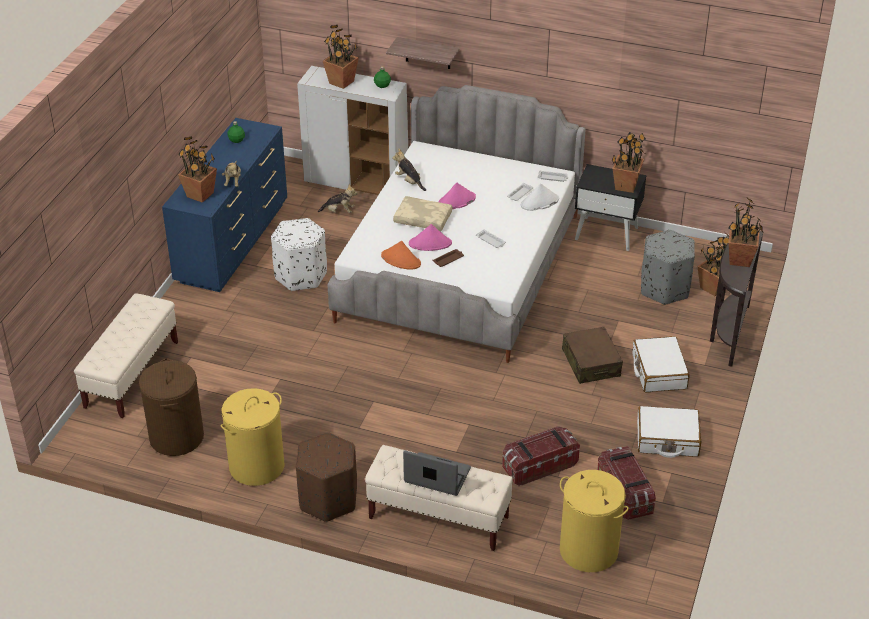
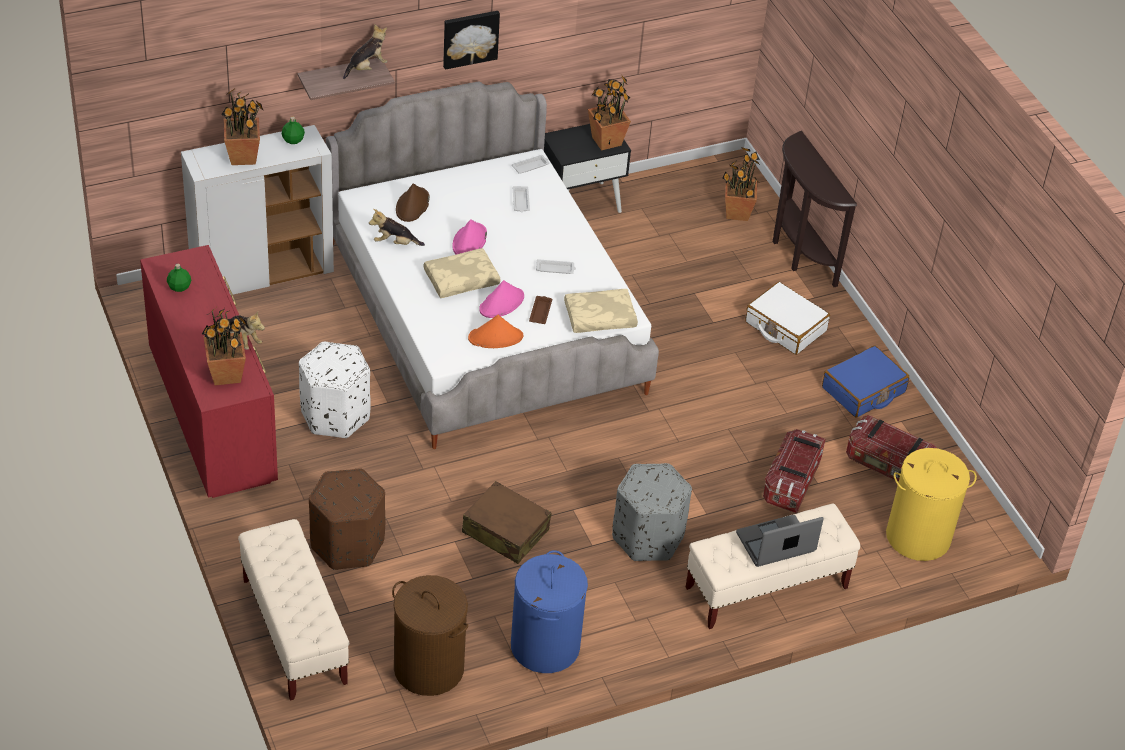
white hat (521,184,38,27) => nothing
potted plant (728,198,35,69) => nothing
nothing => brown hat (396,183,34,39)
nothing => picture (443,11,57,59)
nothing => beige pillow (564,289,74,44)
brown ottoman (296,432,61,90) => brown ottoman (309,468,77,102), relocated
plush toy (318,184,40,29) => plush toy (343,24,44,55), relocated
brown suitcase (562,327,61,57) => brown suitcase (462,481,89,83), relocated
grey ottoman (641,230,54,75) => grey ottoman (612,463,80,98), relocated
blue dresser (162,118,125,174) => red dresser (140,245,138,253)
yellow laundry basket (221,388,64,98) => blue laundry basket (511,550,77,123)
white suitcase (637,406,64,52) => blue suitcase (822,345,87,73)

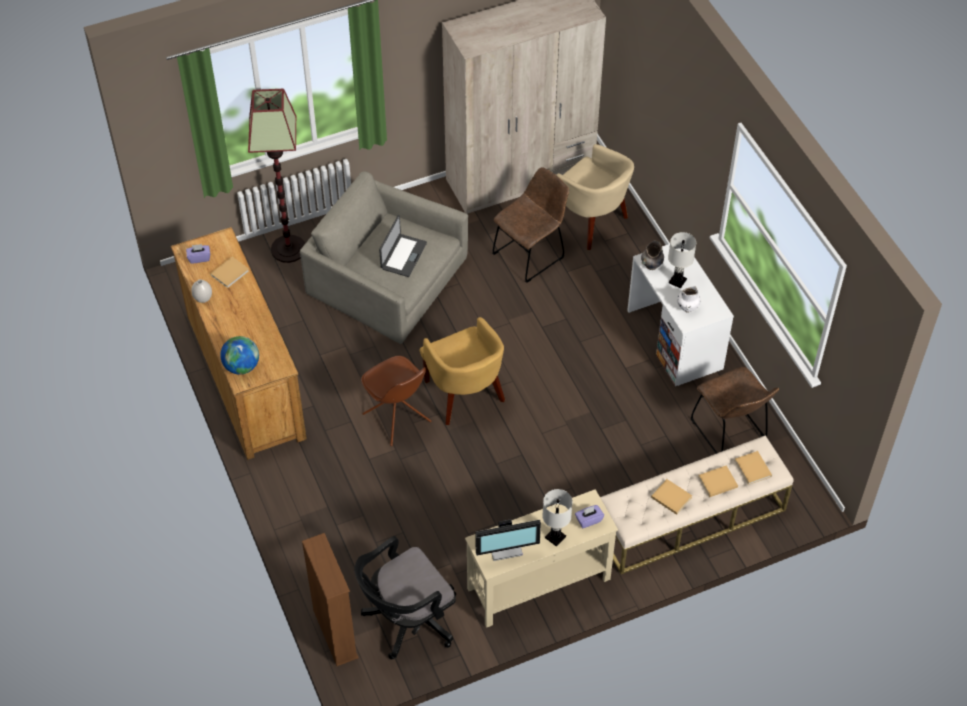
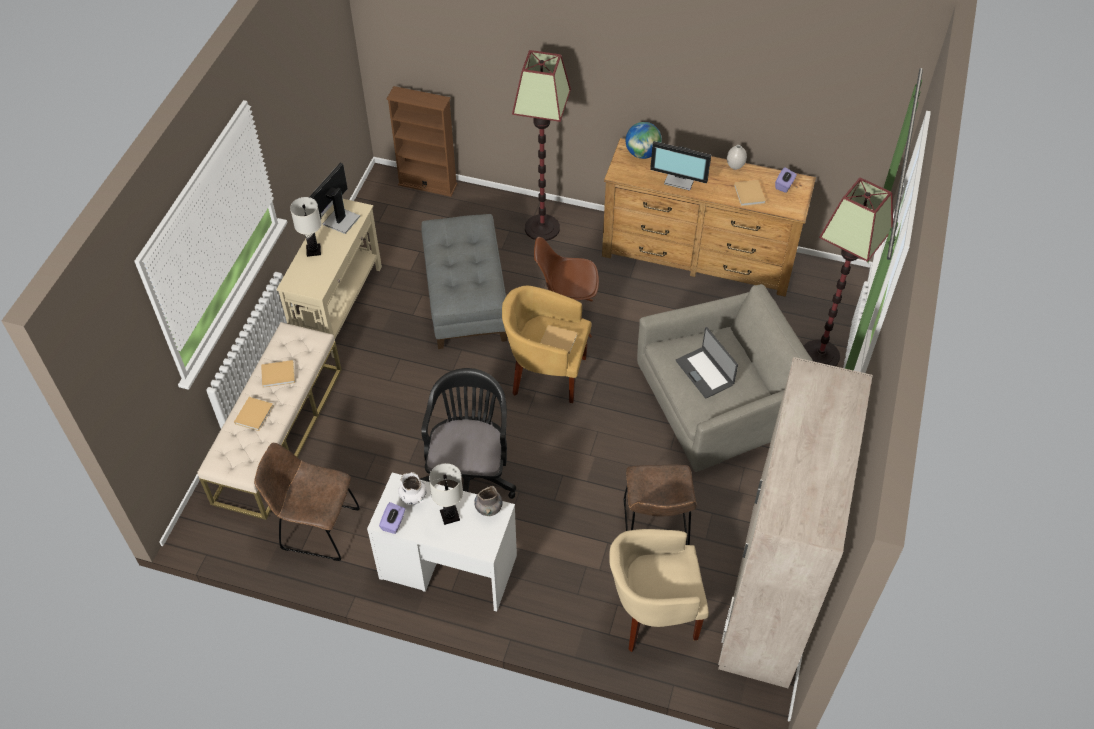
nothing => grey ottoman (421,214,86,135)
nothing => floor lamp (512,50,59,191)
nothing => monitor (650,141,61,50)
black office chair (354,536,102,123) => black office chair (420,368,96,131), relocated
purple tissue box (575,505,29,23) => purple tissue box (379,502,26,32), relocated
beige book (734,451,38,34) => beige book (540,325,38,29), relocated

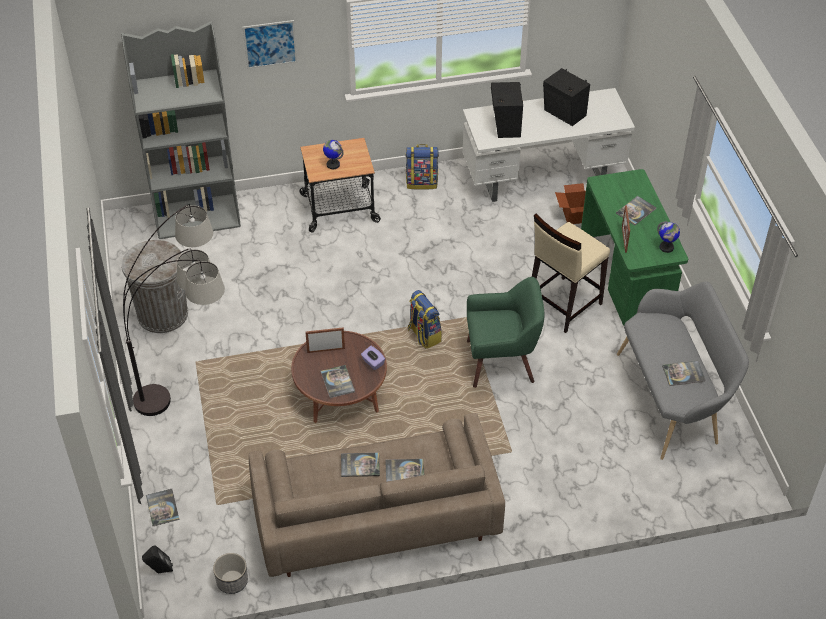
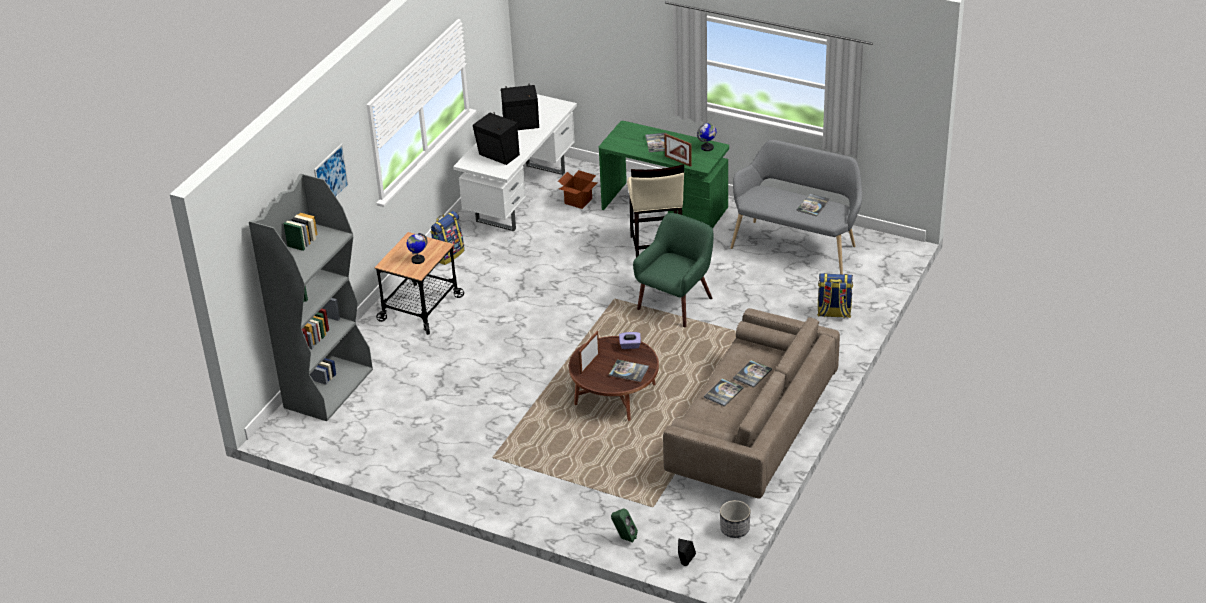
grey trash can (122,240,66,93) => nothing
floor lamp (123,204,102,212) => nothing
backpack (408,290,34,59) => backpack (817,273,36,45), relocated
book (146,489,34,37) => green speaker (611,508,27,35)

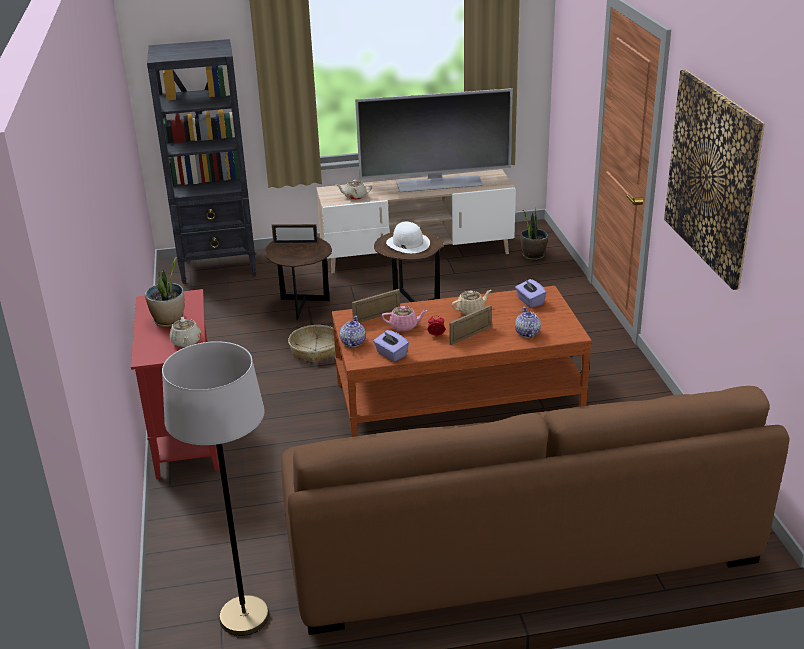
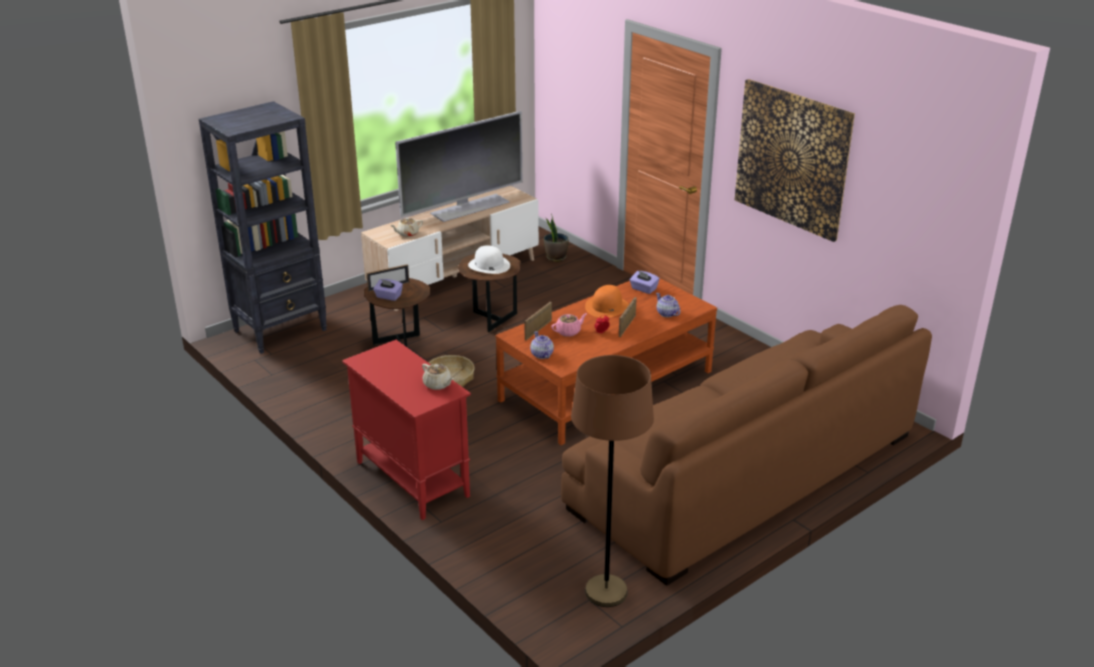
potted plant (145,257,39,70) => nothing
purple tissue box (373,330,36,32) => purple tissue box (373,279,30,22), relocated
beige teapot (452,290,39,25) => orange hat (585,285,44,33)
grey floor lamp (162,341,107,295) => brown floor lamp (571,355,83,252)

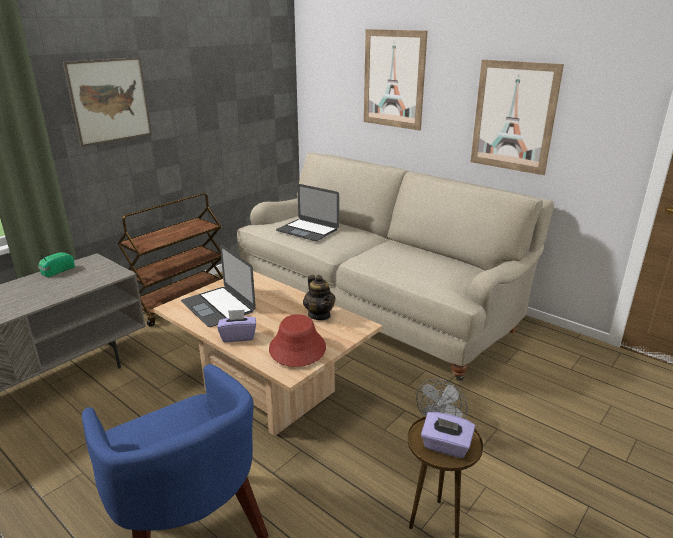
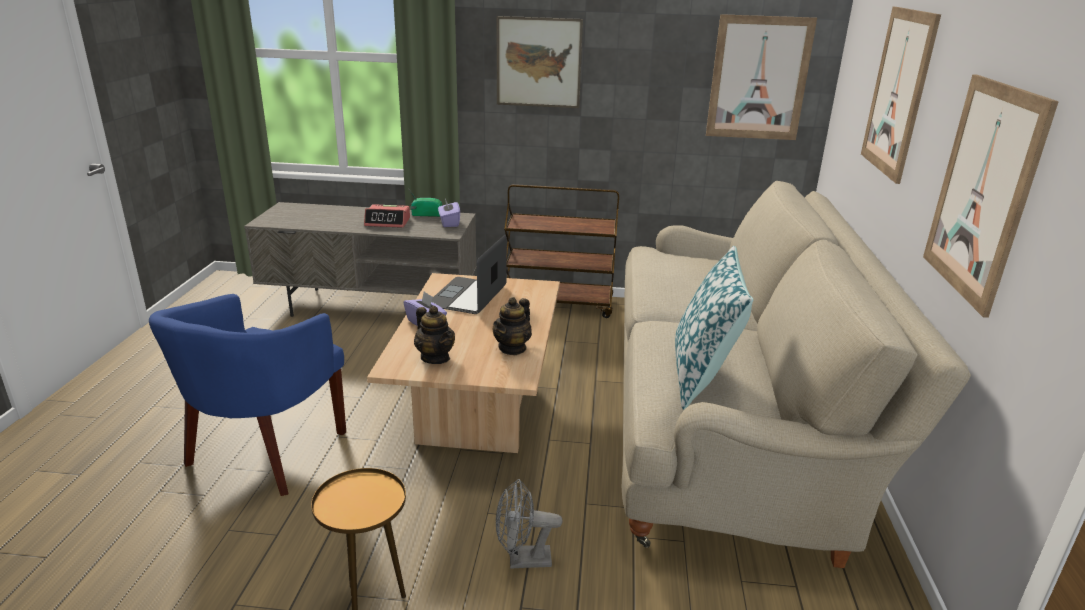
laptop (276,184,63,57) => nothing
nothing => alarm clock (364,204,46,24)
nothing => pillow (675,246,78,164)
nothing => picture (706,14,111,126)
purple tissue box (421,412,54,46) => purple tissue box (438,198,22,29), relocated
red hat (269,314,57,53) => teapot (414,306,41,58)

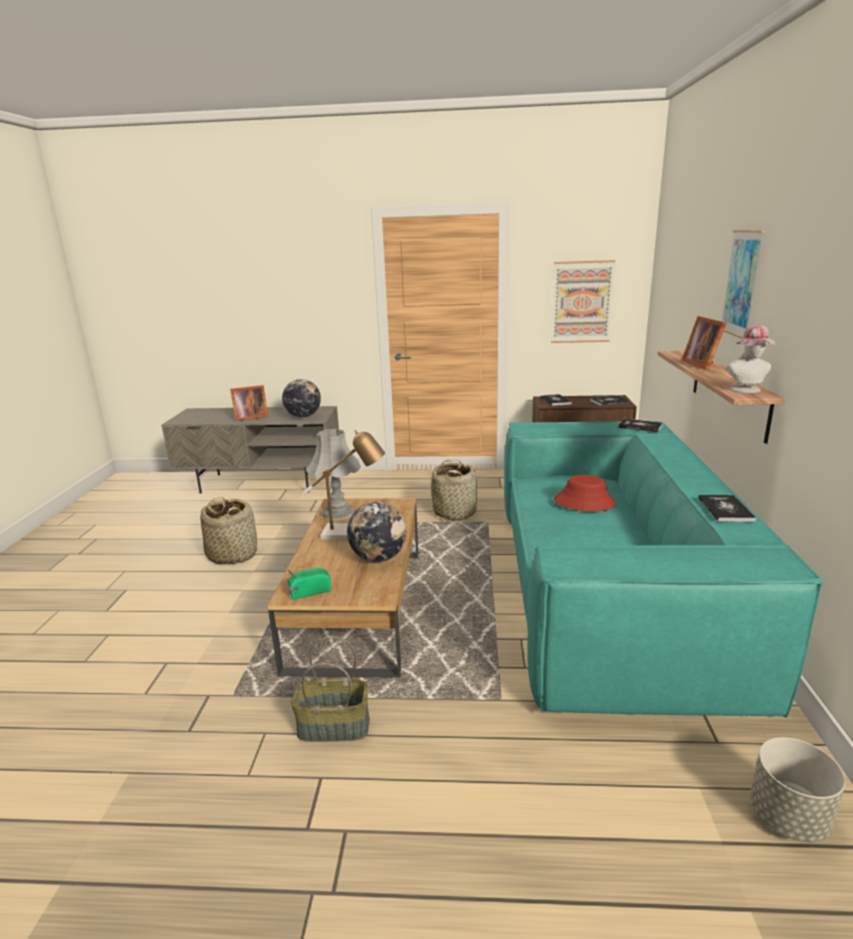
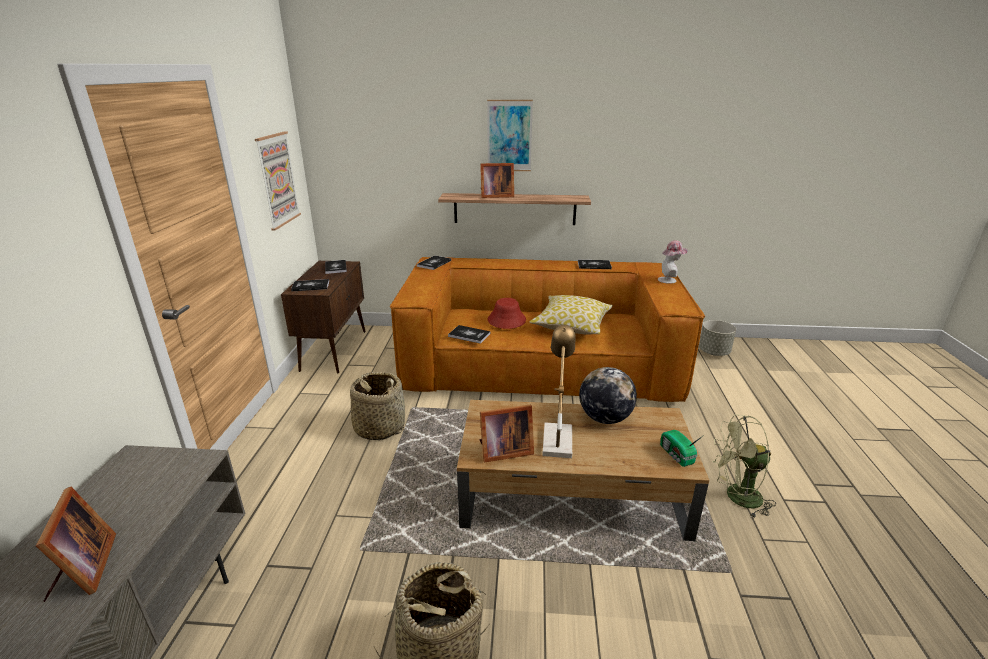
globe (282,379,39,39) => nothing
nothing => book (448,325,43,19)
nothing => pillow (529,295,84,40)
hat (727,325,48,68) => hat (658,240,30,44), relocated
basket (291,636,79,106) => green fan (712,414,64,104)
grey table lamp (306,429,55,91) => picture frame (479,404,55,59)
turquoise sofa (504,421,319,297) => brown sofa (390,257,315,145)

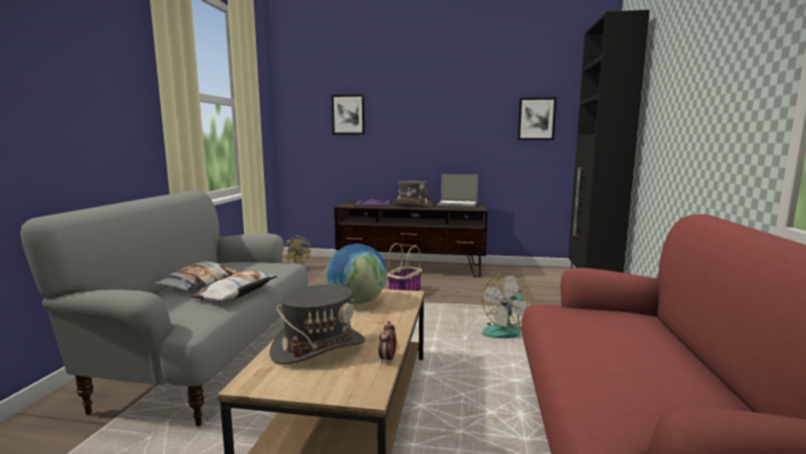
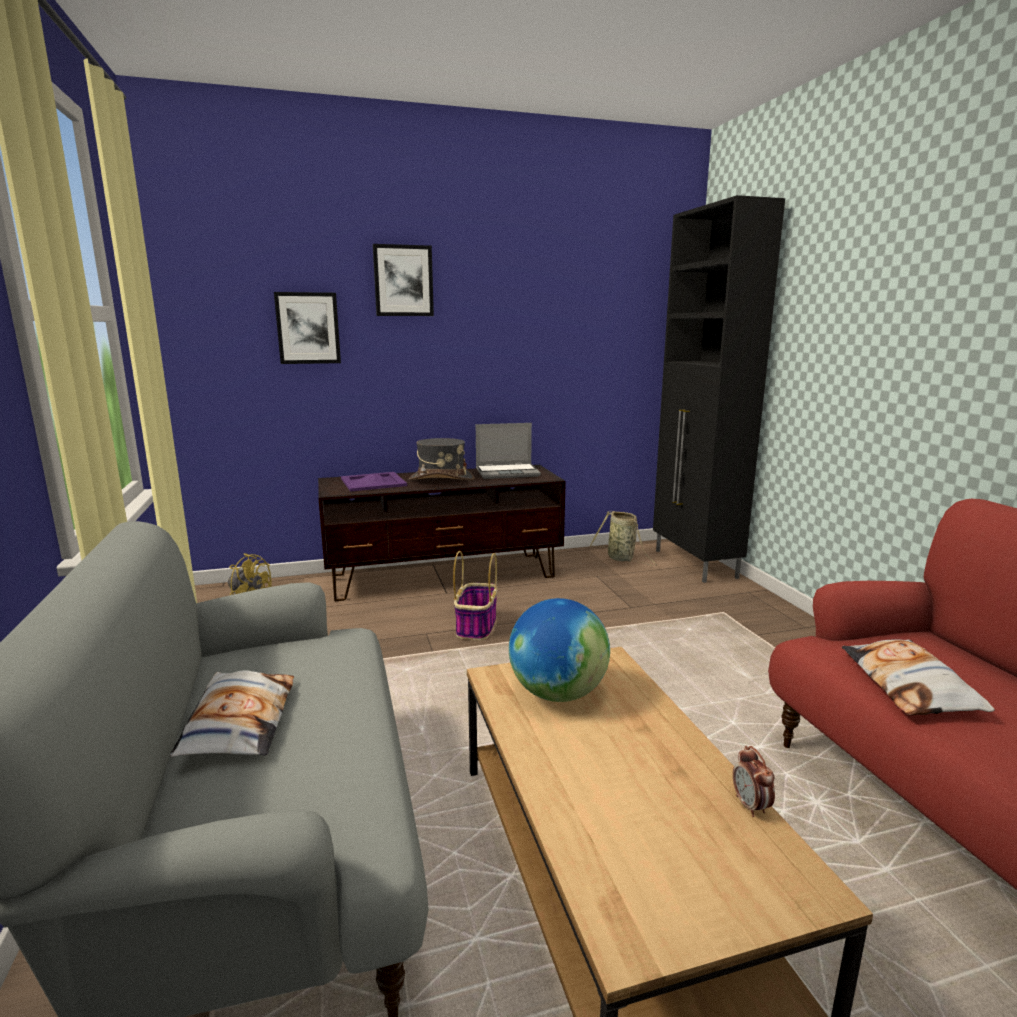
grey hat (270,285,95,80) => nothing
fan (481,274,53,64) => nothing
nothing => basket (590,511,67,55)
pillow (190,271,88,31) => pillow (842,639,153,76), relocated
picture (518,97,39,43) => picture (373,244,61,72), relocated

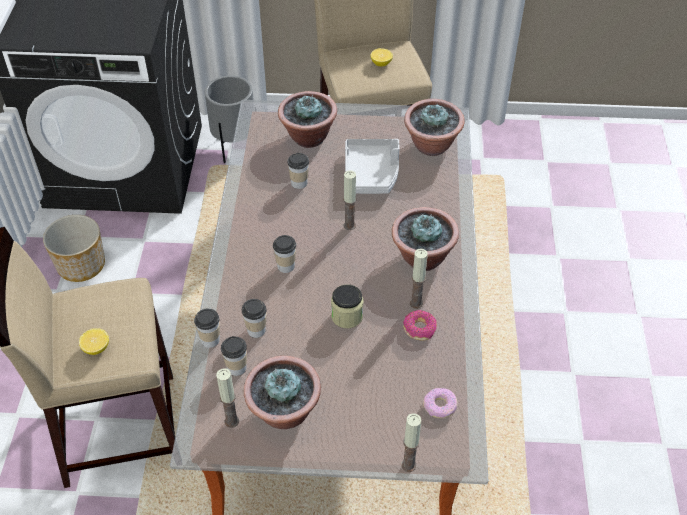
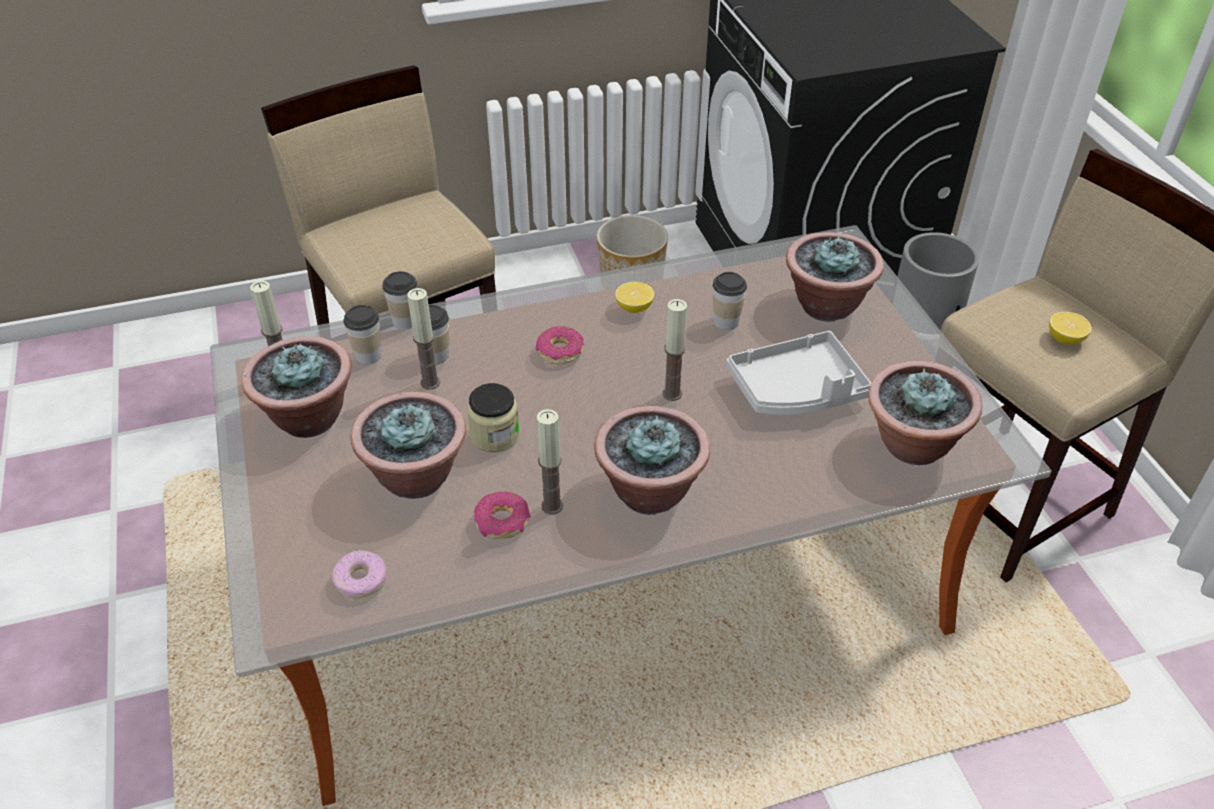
nothing => potted plant (351,392,115,107)
lemon (79,328,30,27) => lemon (615,281,39,32), relocated
candle (401,413,20,59) => candle (407,288,33,102), relocated
cup (273,235,23,38) => donut (536,326,48,38)

